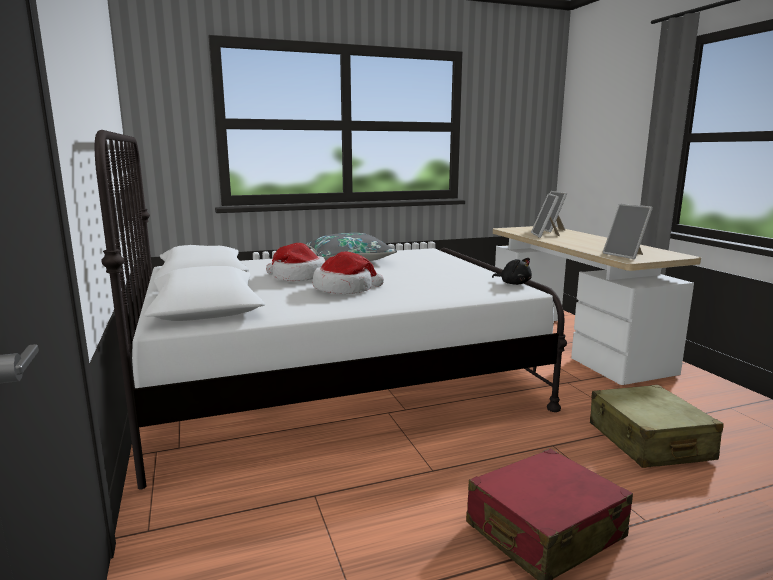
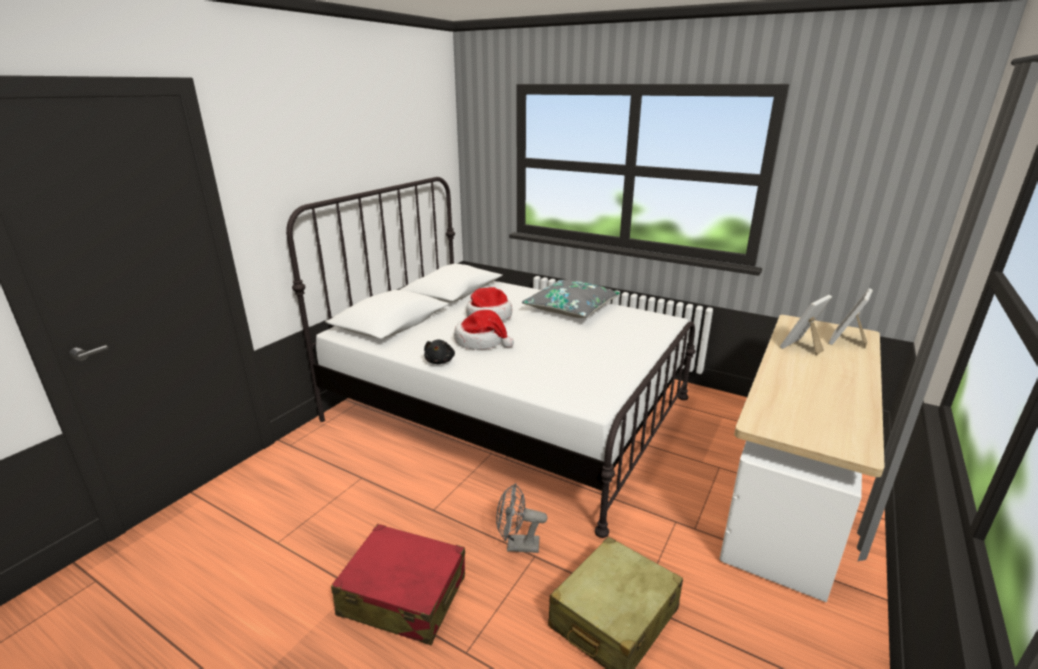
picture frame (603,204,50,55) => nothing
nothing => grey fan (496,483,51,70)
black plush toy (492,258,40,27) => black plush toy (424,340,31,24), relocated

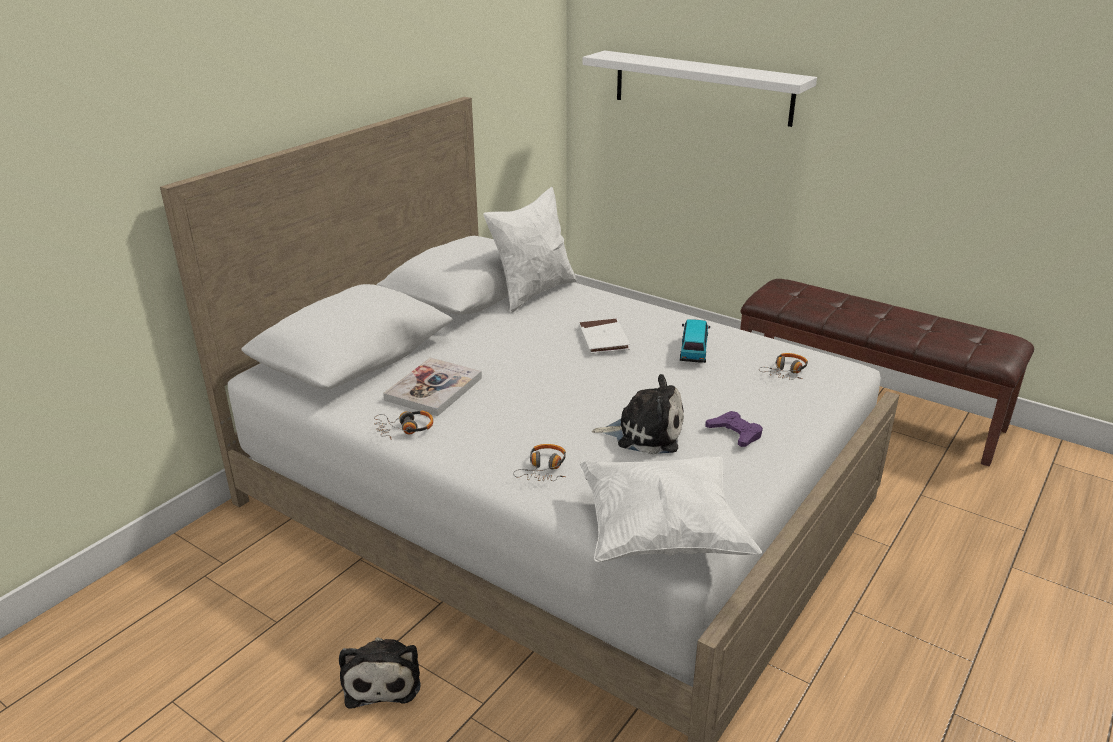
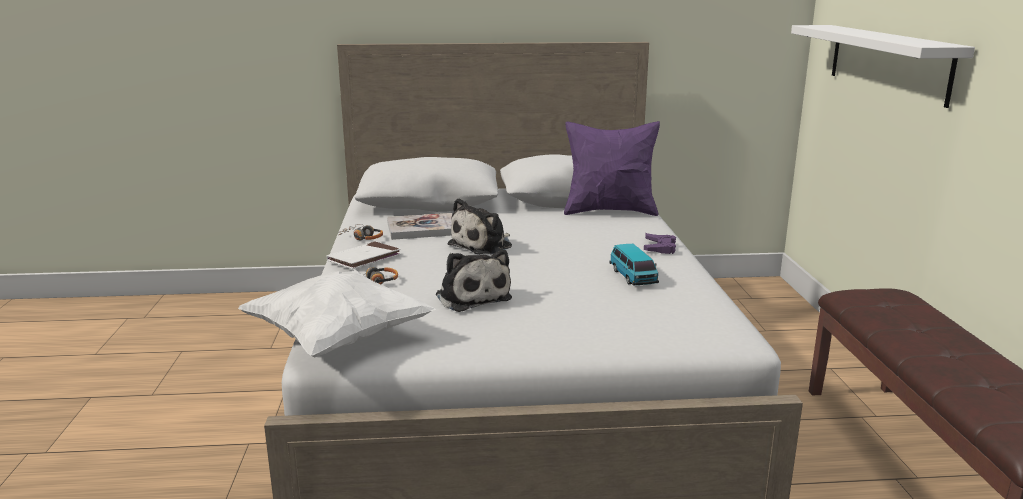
headphones (759,353,49,27) => nothing
plush toy (339,637,82,71) => plush toy (447,198,65,57), relocated
white book (579,318,51,36) => white book (327,241,74,28), relocated
purple game controller (705,411,58,36) => purple game controller (644,233,32,21), relocated
white pillow (483,187,94,126) => purple pillow (564,121,96,95)
toy car (680,319,30,44) => toy car (609,244,50,42), 105 degrees clockwise

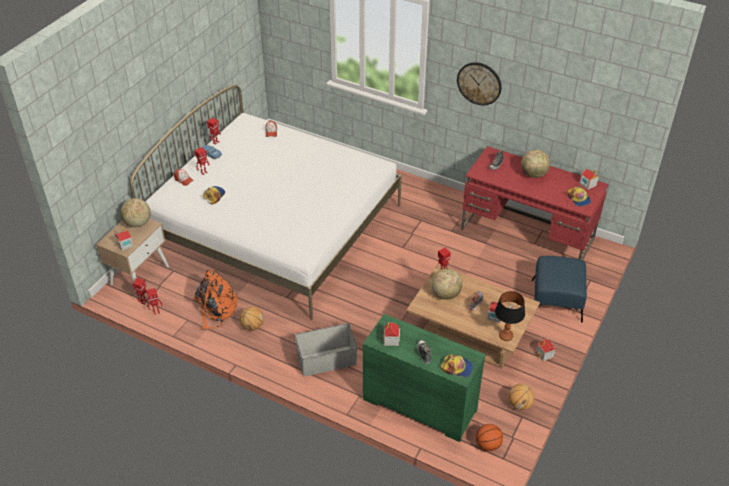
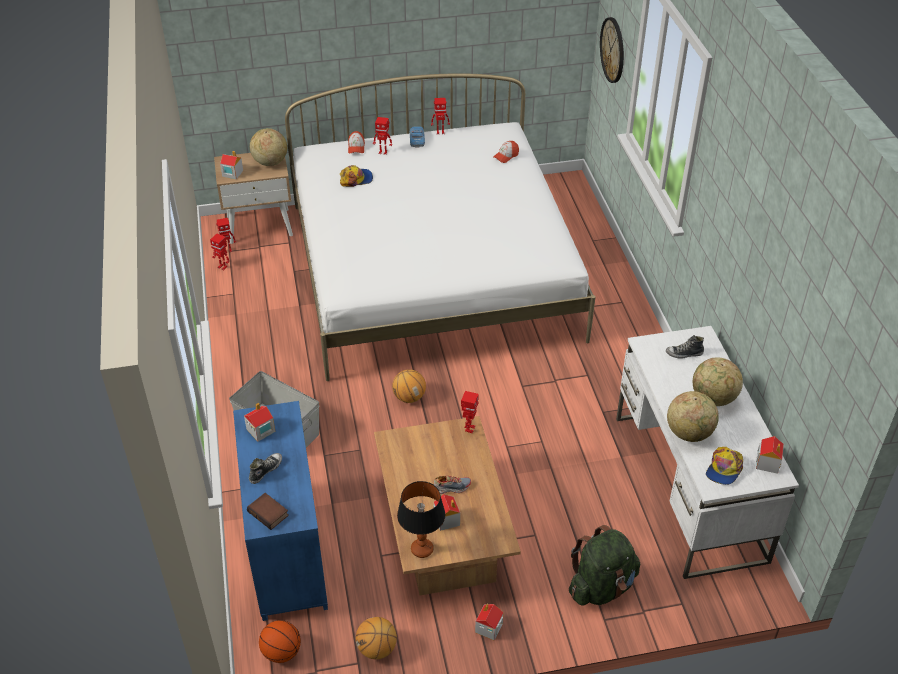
orange backpack (194,270,45,59) => nothing
basketball (240,307,24,24) => basketball (392,369,34,34), relocated
globe (431,268,31,32) => globe (667,391,52,51), relocated
wall clock (457,62,45,43) => wall clock (600,17,24,66), relocated
cap (441,354,32,23) => book (247,493,42,37)
blue ottoman (532,256,55,67) => green backpack (569,525,71,81)
green dresser (363,314,123,128) => blue dresser (233,401,95,220)
red desk (461,146,147,114) => white desk (616,326,183,253)

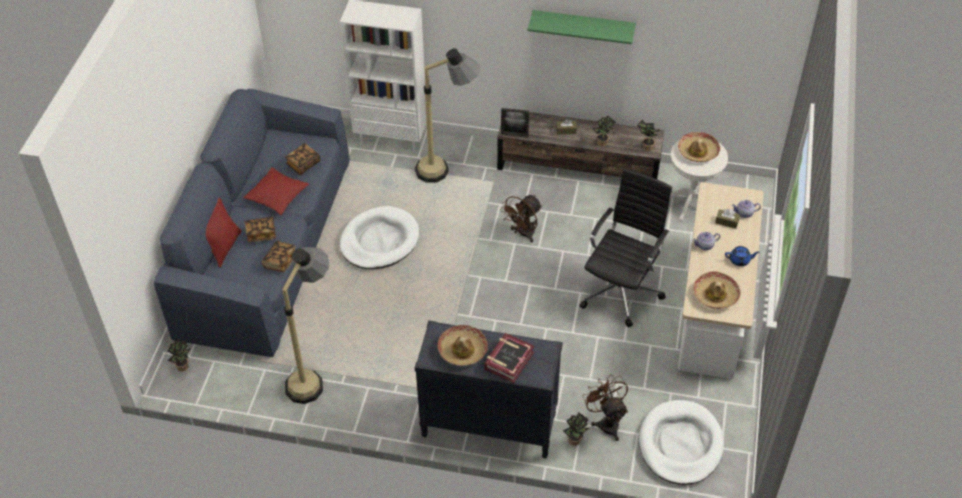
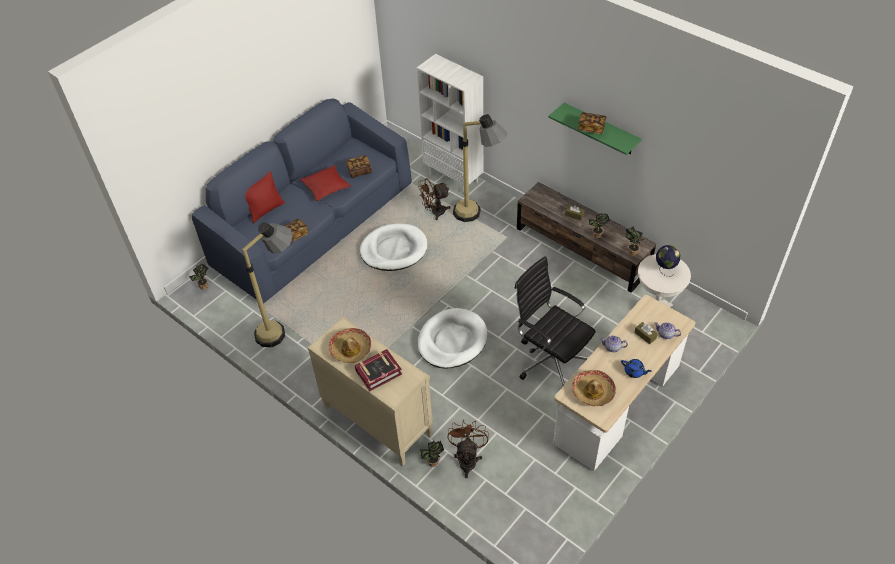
picture frame (501,108,28,30) => nothing
book (245,216,31,26) => book (578,112,29,22), relocated
brown fan (500,195,42,47) => brown fan (418,178,33,42), relocated
white dog bed (639,400,85,85) => white dog bed (417,308,70,60), relocated
hat (678,132,42,30) => globe (656,245,25,31)
black dresser (415,320,148,139) => beige dresser (308,317,126,149)
black office chair (580,169,92,158) => black office chair (515,256,81,131), 105 degrees counterclockwise

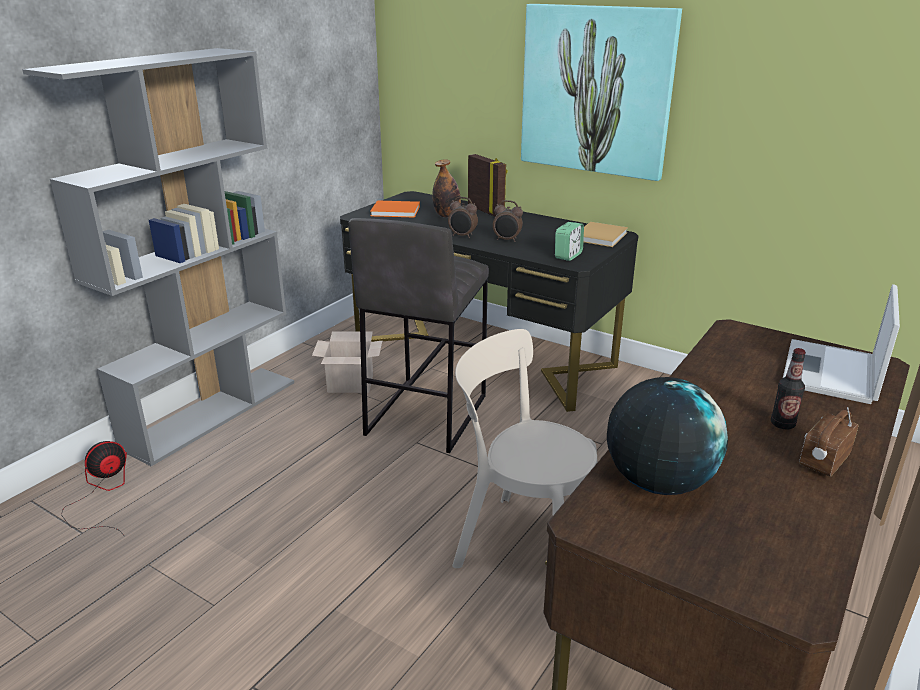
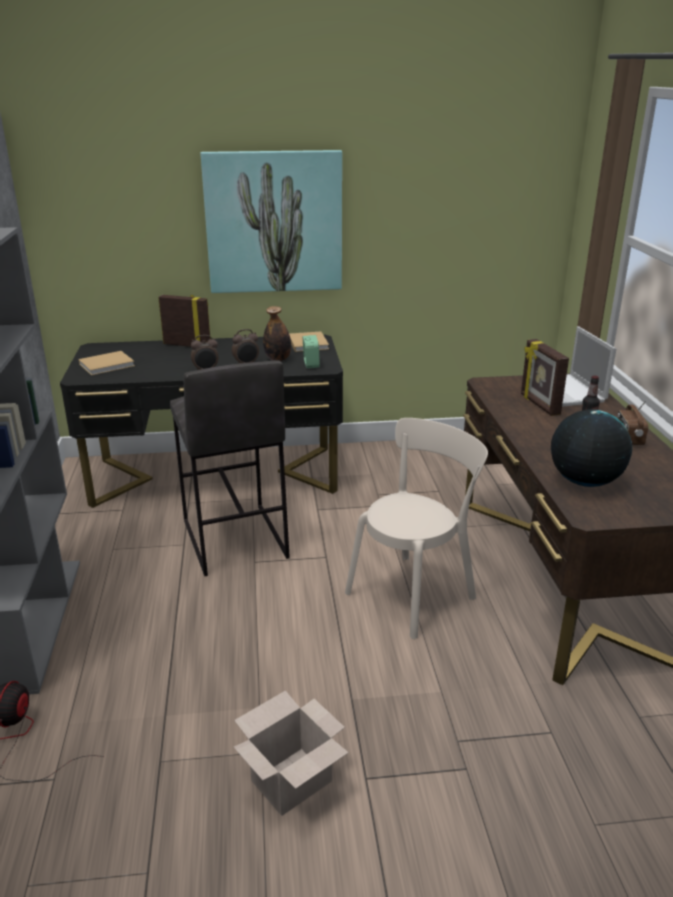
nothing => picture frame (521,339,48,77)
cardboard box (312,331,70,62) => cardboard box (234,691,115,125), relocated
bottle (432,159,29,58) => bottle (263,306,28,55), relocated
orange book (370,200,50,18) => beige book (78,351,57,24)
beige chair (452,329,145,239) => beige chair (345,418,143,221), 150 degrees clockwise

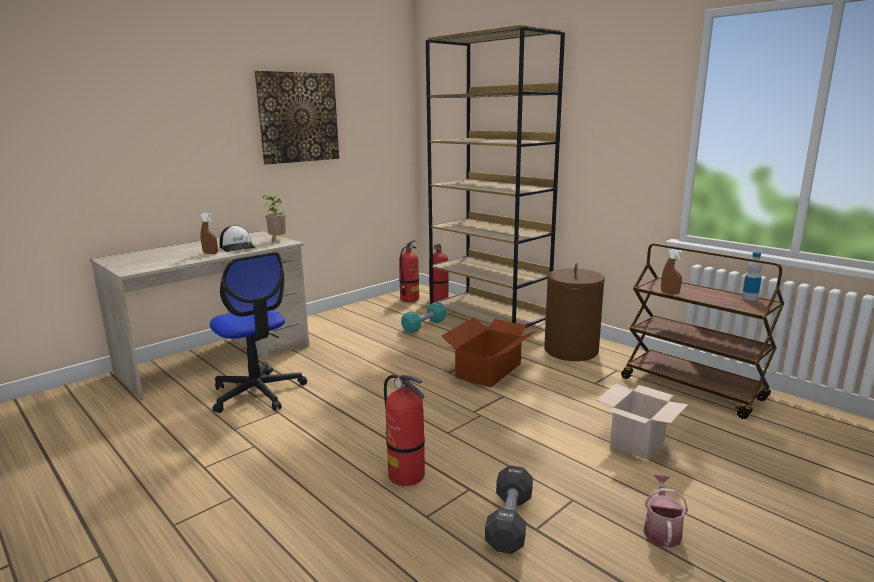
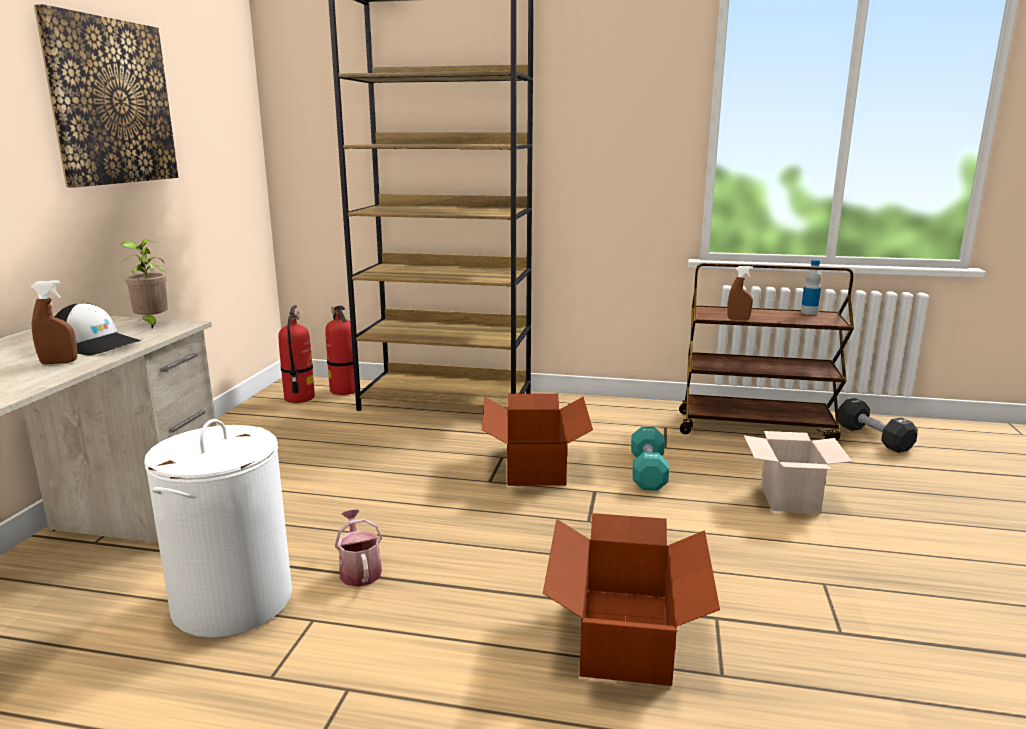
brown laundry basket (544,263,61,98) => nothing
turquoise dumbbell (401,302,45,31) => turquoise dumbbell (631,427,38,64), relocated
black dumbbell (485,465,48,89) => black dumbbell (838,398,80,55), relocated
watering can (644,474,44,74) => watering can (335,509,47,78), relocated
office chair (210,252,97,161) => white laundry basket (144,419,148,219)
fire extinguisher (384,375,41,111) => cardboard box (543,513,177,173)

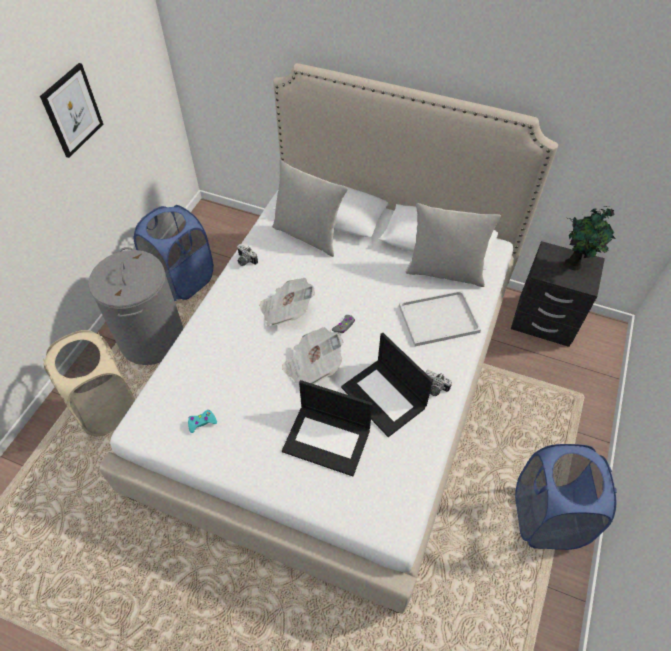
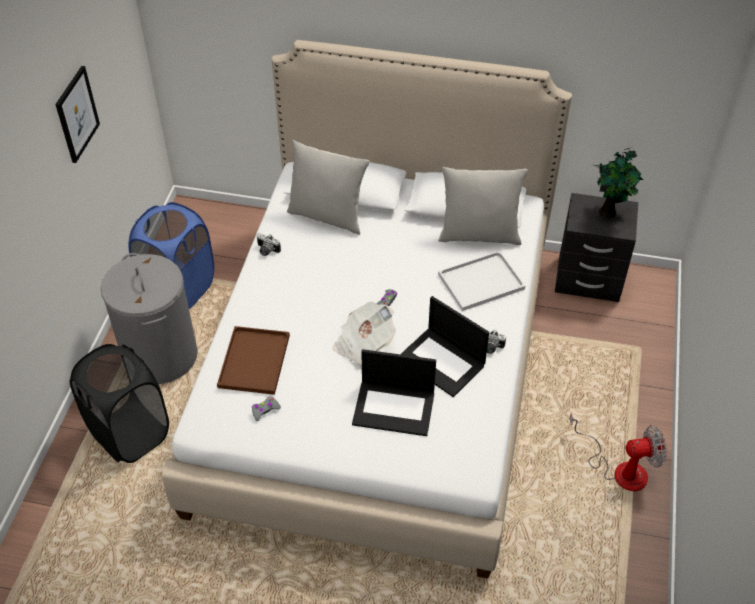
newspaper (259,278,56,48) => nothing
nothing => brown tray (217,326,73,69)
blue laundry basket (515,444,102,106) => fan (569,412,98,80)
beige laundry basket (43,330,92,107) => black laundry basket (70,344,99,119)
turquoise game controller (188,410,29,23) => grey game controller (252,396,29,25)

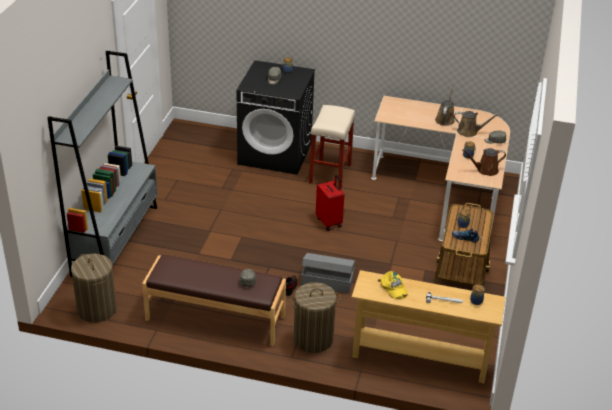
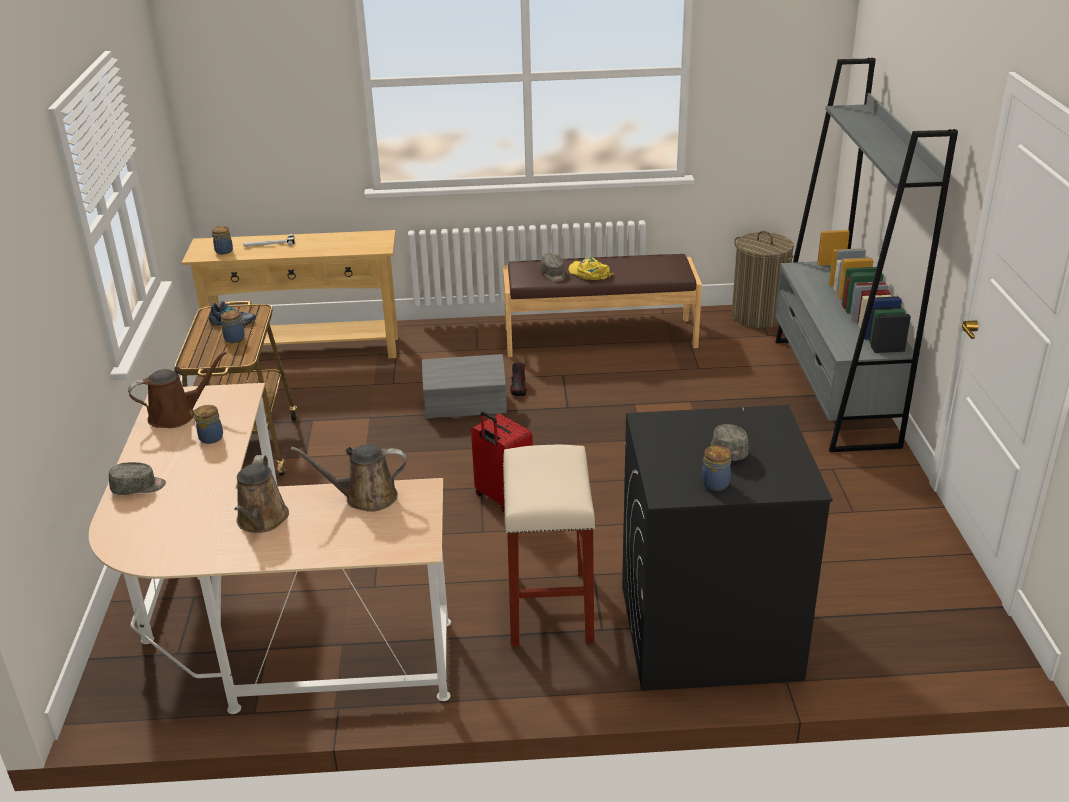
laundry basket (290,282,51,71) => nothing
yellow cap (378,271,30,28) => yellow cap (568,257,46,23), relocated
brown watering can (454,111,45,26) => brown watering can (291,444,116,68), relocated

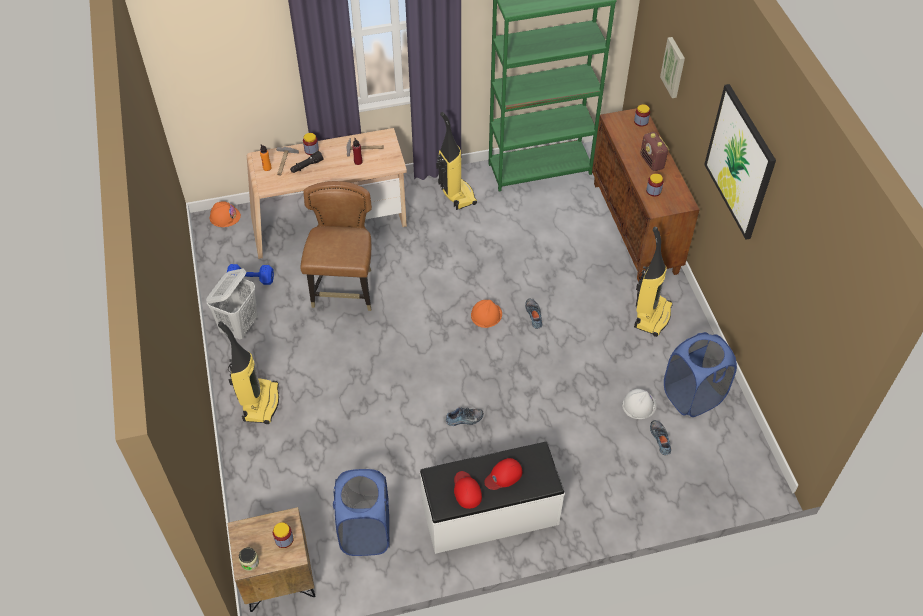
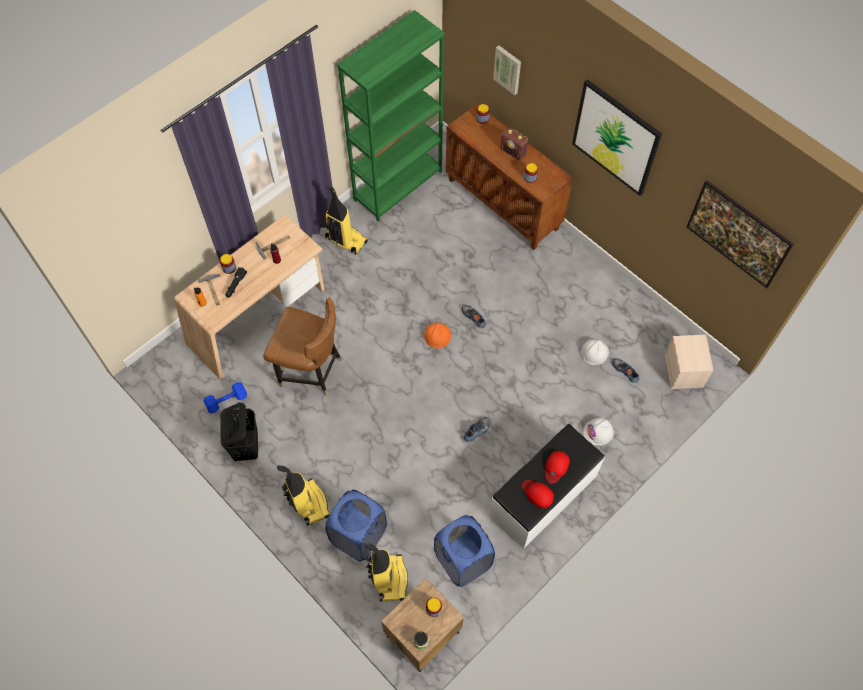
orange hard hat (210,201,31,26) => nothing
nothing => white hard hat (583,418,31,28)
nothing => beige storage box (665,335,49,54)
nothing => picture (687,180,107,108)
vacuum cleaner (634,227,39,110) => vacuum cleaner (365,543,43,59), relocated
blue laundry basket (664,332,73,85) => blue laundry basket (325,490,62,71), relocated
white laundry basket (206,268,52,71) => black laundry basket (221,402,37,59)
brown chair (301,181,71,130) => brown chair (263,298,79,97), 135 degrees clockwise

